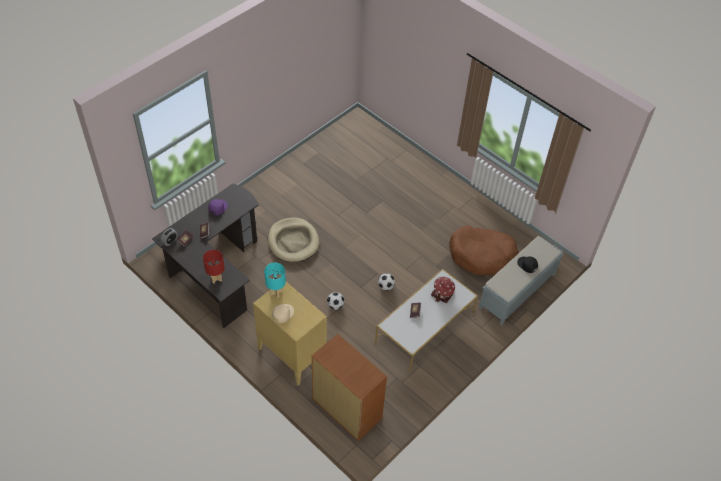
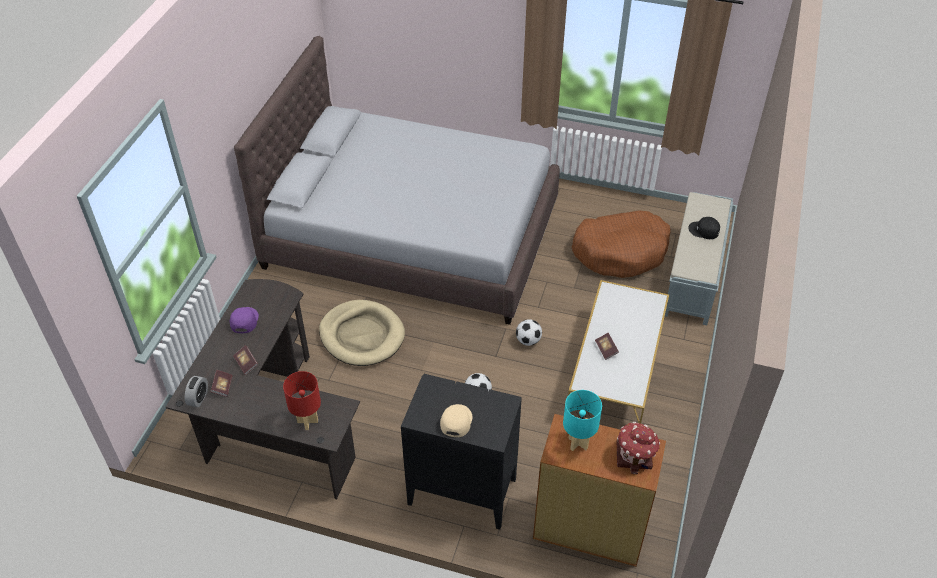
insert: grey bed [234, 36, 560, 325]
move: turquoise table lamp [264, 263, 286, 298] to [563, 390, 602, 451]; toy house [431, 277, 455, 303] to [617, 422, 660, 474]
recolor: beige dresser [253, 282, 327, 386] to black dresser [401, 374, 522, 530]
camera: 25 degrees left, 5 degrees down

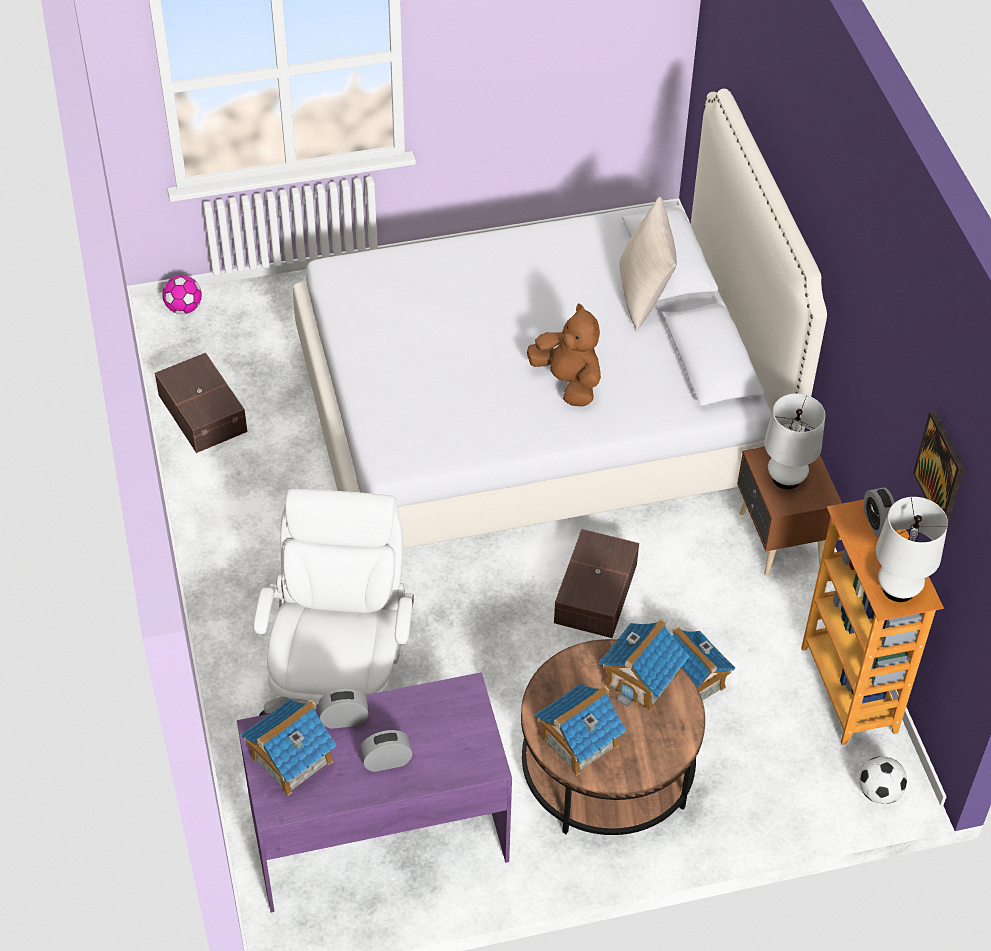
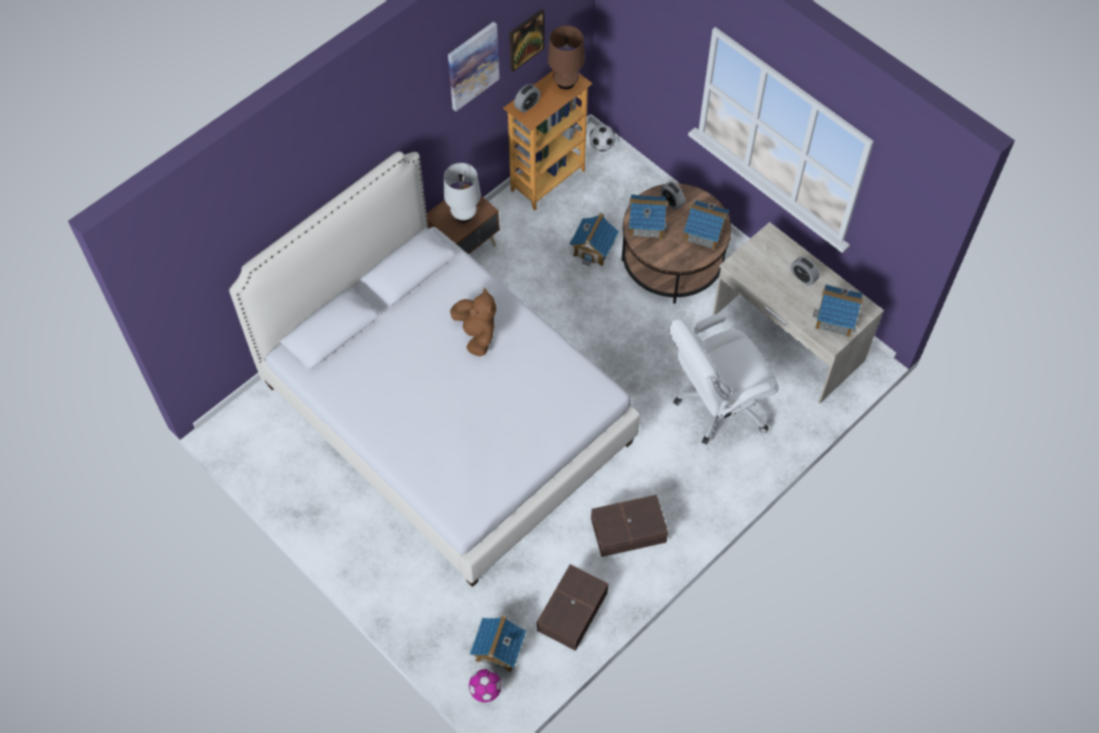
delete: beige pillow [620, 197, 677, 332]
insert: picture [448, 21, 499, 111]; toy house [470, 615, 526, 672]
move: alarm clock [318, 689, 369, 729] to [660, 181, 685, 210]; brown storage box [554, 529, 639, 638] to [591, 494, 668, 557]
recolor: purple desk [237, 672, 512, 912] to beige desk [712, 222, 884, 403]; white table lamp [876, 497, 948, 602] to brown table lamp [548, 26, 585, 90]
rotate: brown plush toy [527, 304, 601, 407] = [450, 288, 496, 356] 135 degrees clockwise
camera: 120 degrees left, 10 degrees up

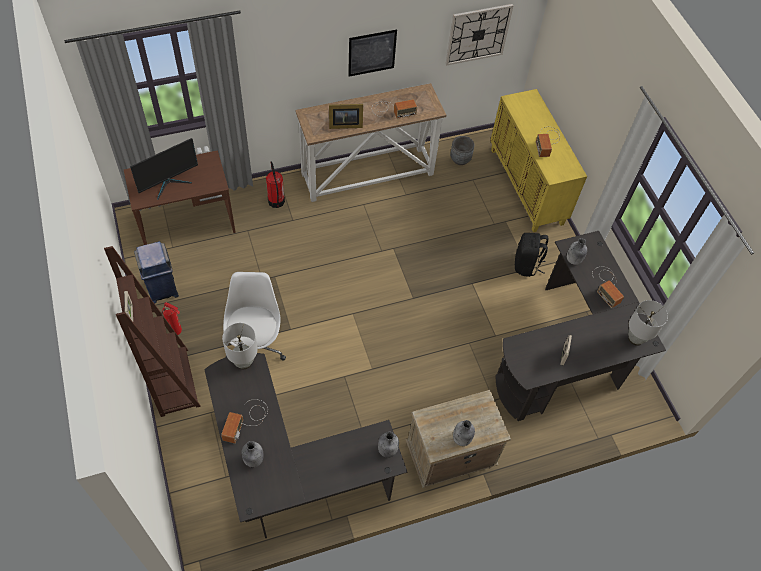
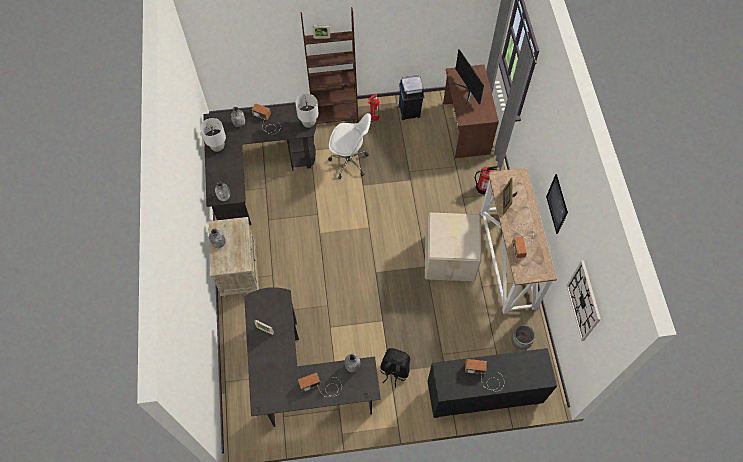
insert: cardboard box [425, 212, 482, 281]
move: white table lamp [628, 300, 668, 346] to [200, 118, 226, 153]
recolor: yellow cabinet [490, 89, 587, 232] to black cabinet [427, 348, 557, 418]
camera: 105 degrees right, 5 degrees up

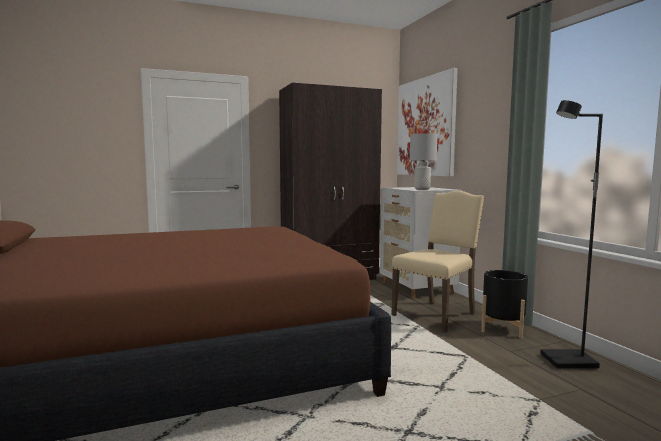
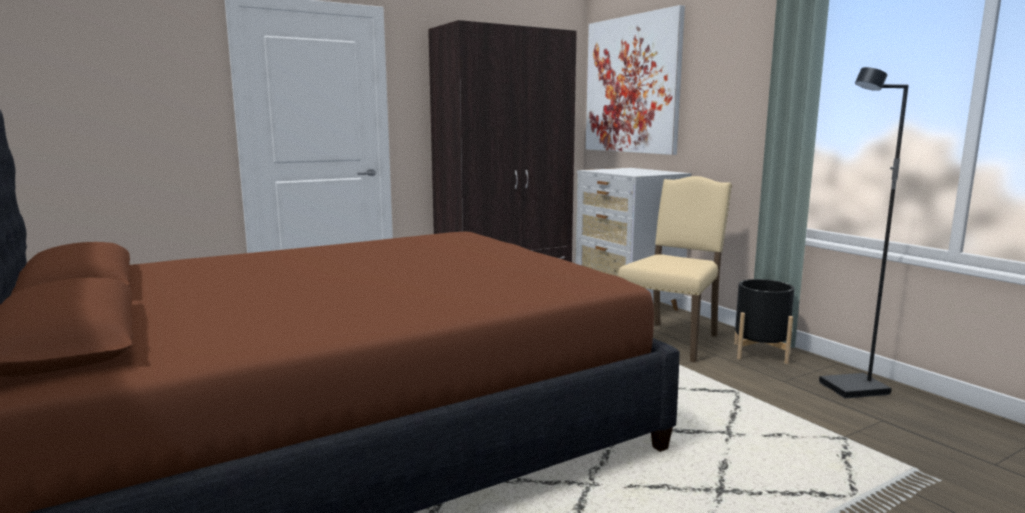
delete: grey table lamp [410, 133, 437, 190]
camera: 10 degrees left, 5 degrees up

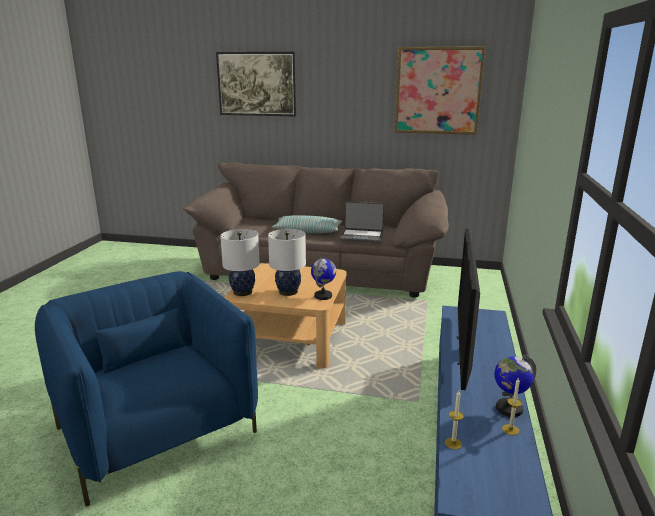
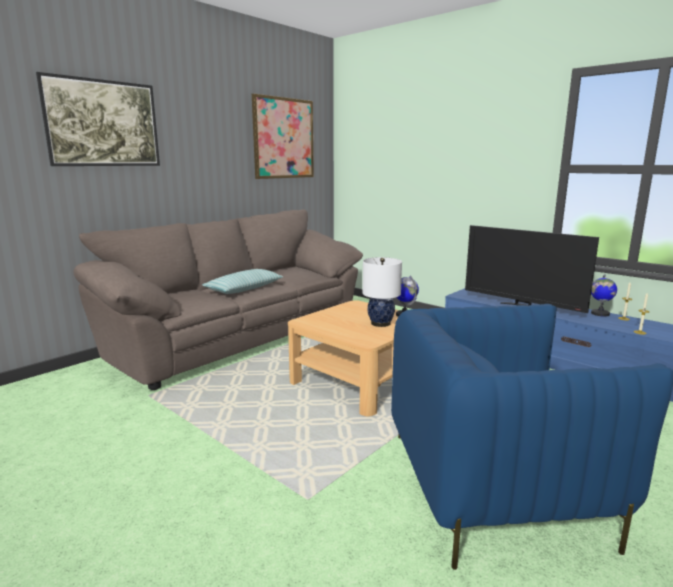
delete: white table lamp [220, 229, 260, 296]; laptop [340, 201, 384, 243]
camera: 60 degrees left, 5 degrees down

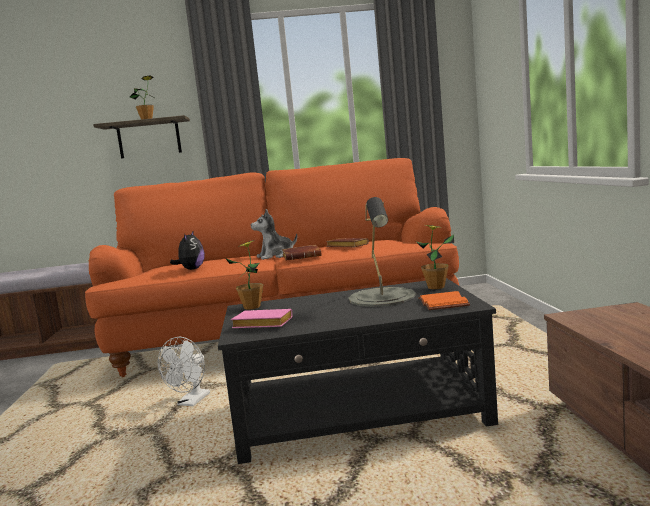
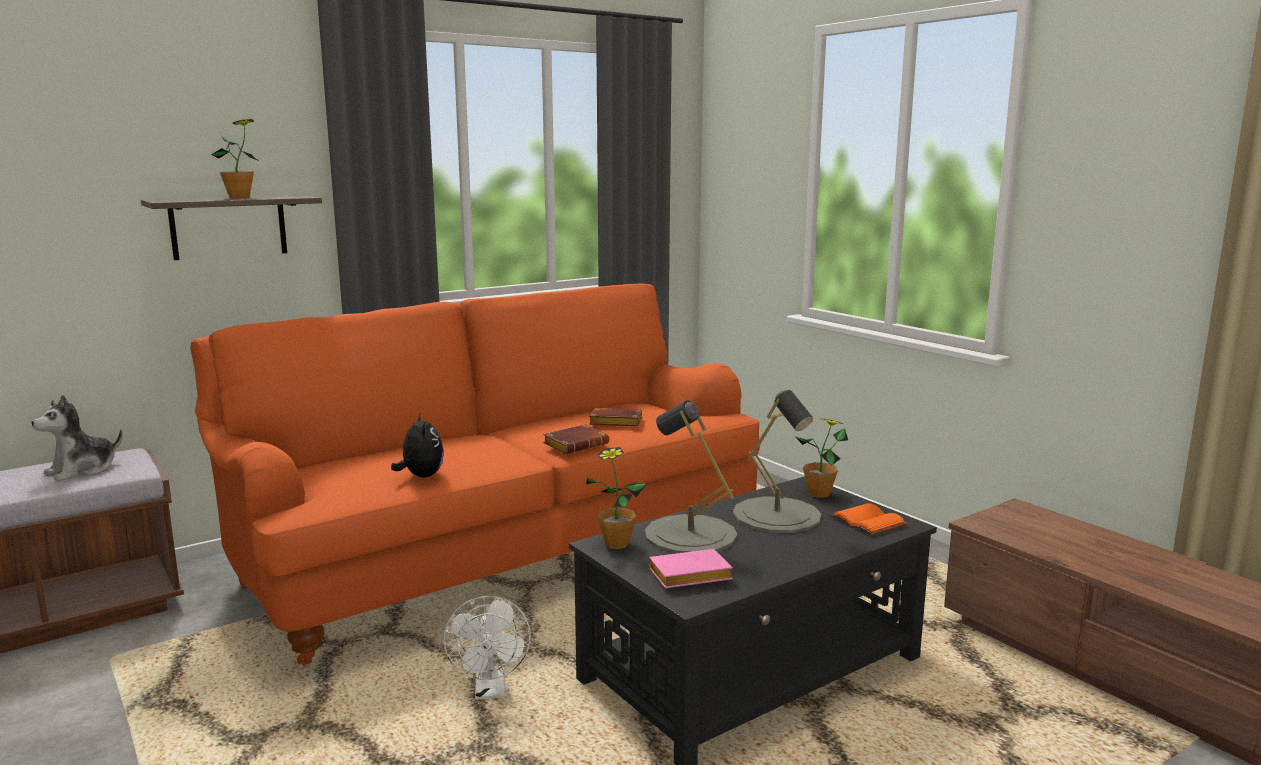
insert: grey table lamp [645, 400, 737, 553]
move: plush toy [251, 209, 297, 260] to [31, 395, 122, 481]
camera: 30 degrees left, 5 degrees up

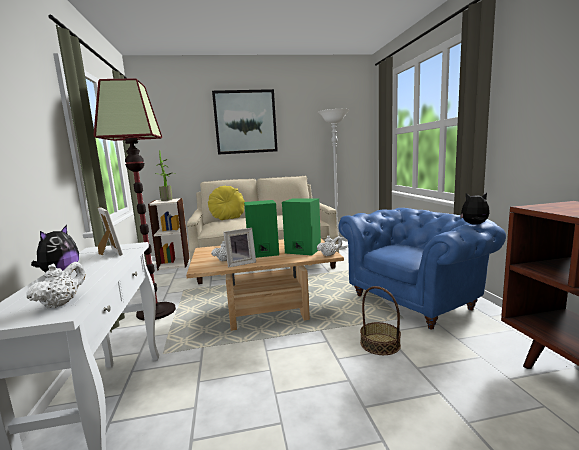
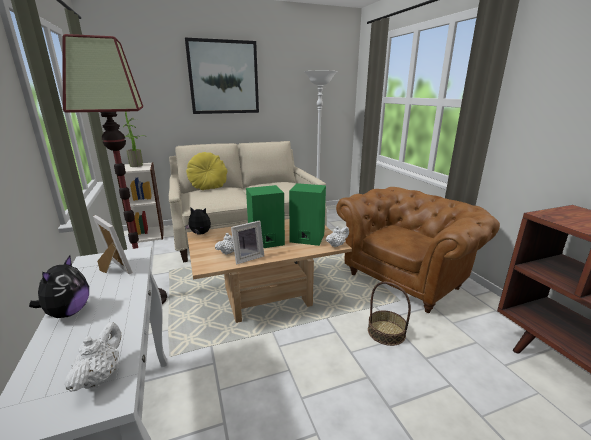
move: plush toy [460, 193, 490, 225] to [185, 207, 211, 234]
recolor: blue armchair [338, 208, 506, 330] to brown armchair [336, 187, 500, 313]
camera: 10 degrees left, 10 degrees up

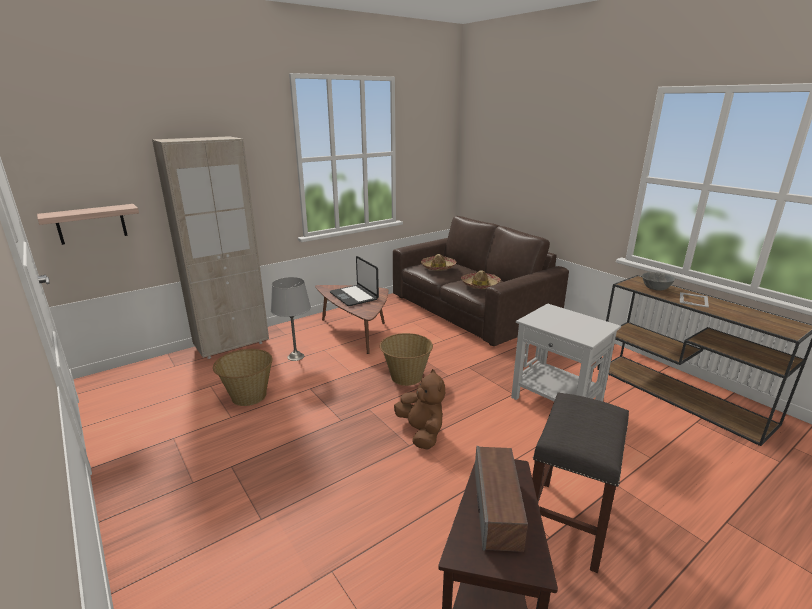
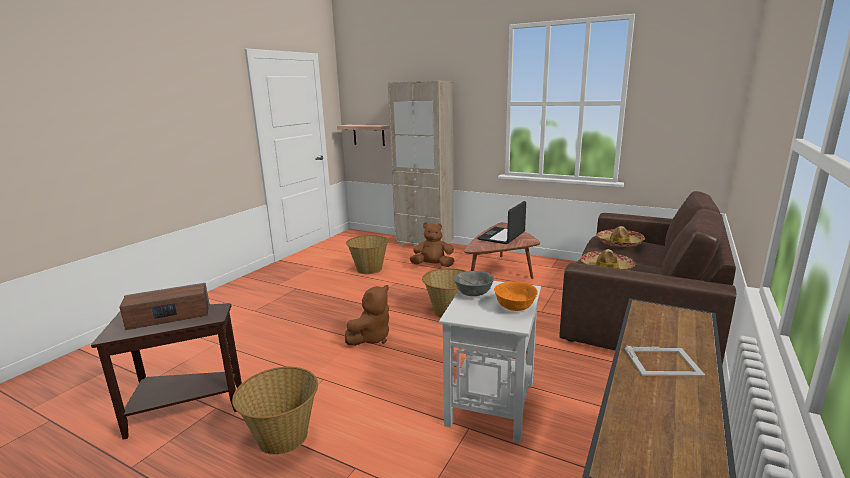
insert: orange bowl [494, 281, 538, 311]
move: grey bowl [642, 272, 675, 291] to [454, 271, 494, 296]
replace: grey table lamp [271, 277, 311, 361] to brown plush toy [410, 222, 454, 267]; grey stool [532, 393, 629, 573] to basket [232, 367, 318, 455]
camera: 65 degrees right, 5 degrees down

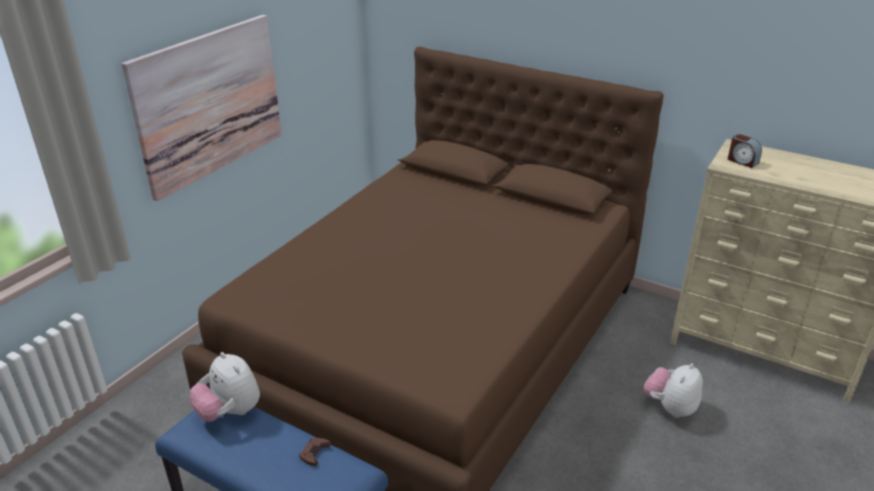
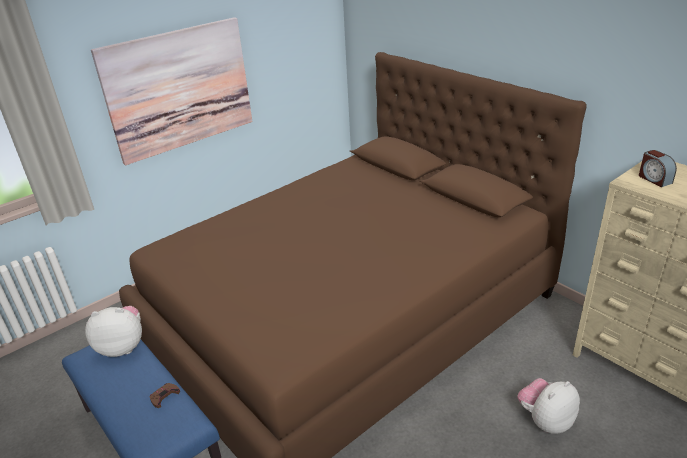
rotate: plush toy [190, 352, 260, 422] = [85, 306, 142, 357] 105 degrees clockwise
camera: 20 degrees right, 0 degrees up

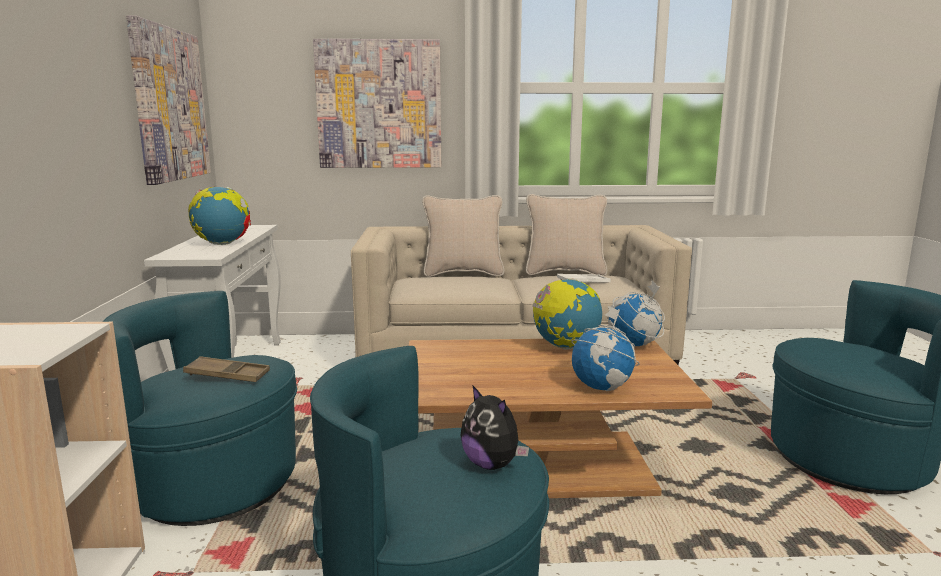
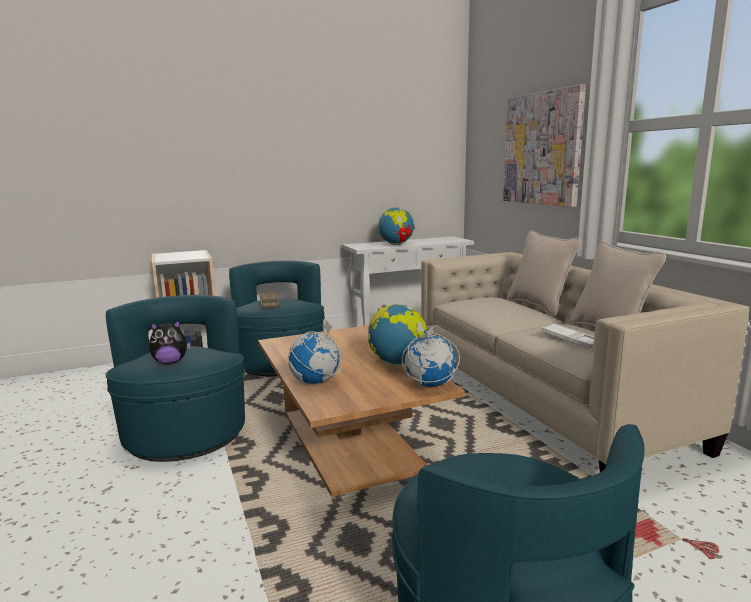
delete: picture [126, 15, 211, 185]
rotate: plush toy [460, 385, 529, 470] = [149, 320, 191, 364] 135 degrees counterclockwise
camera: 70 degrees right, 0 degrees up

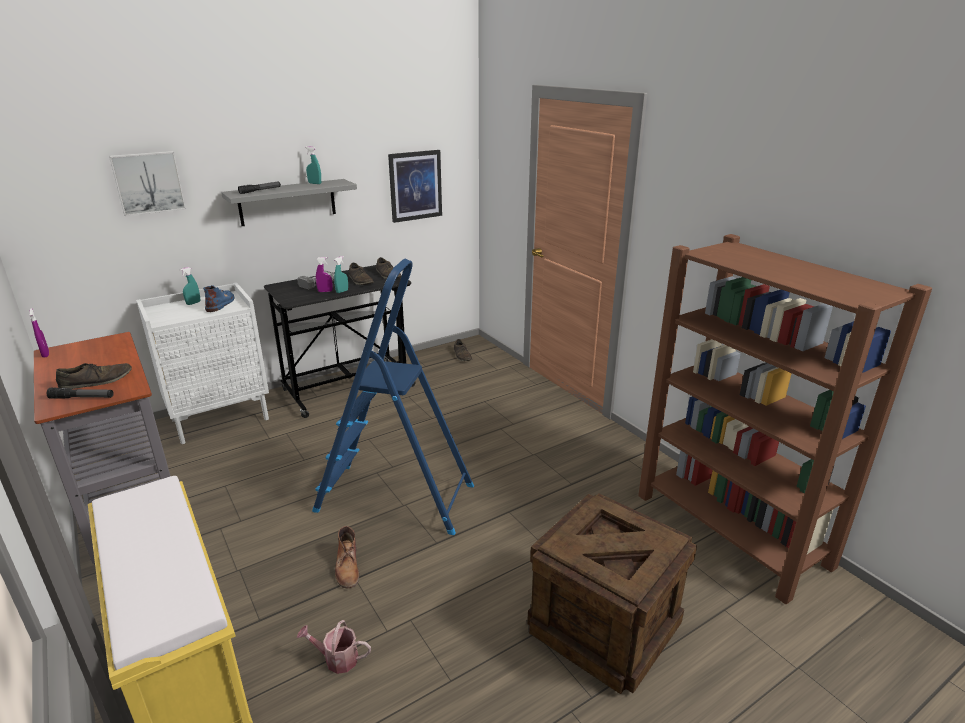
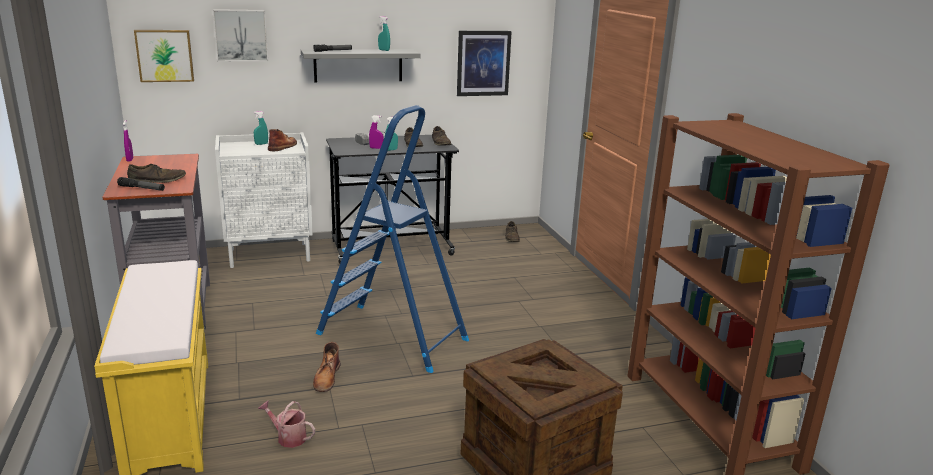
insert: picture [134, 30, 194, 82]
recolor: blue boot [203, 285, 234, 312] to brown boot [268, 129, 297, 151]
camera: 15 degrees right, 5 degrees down

